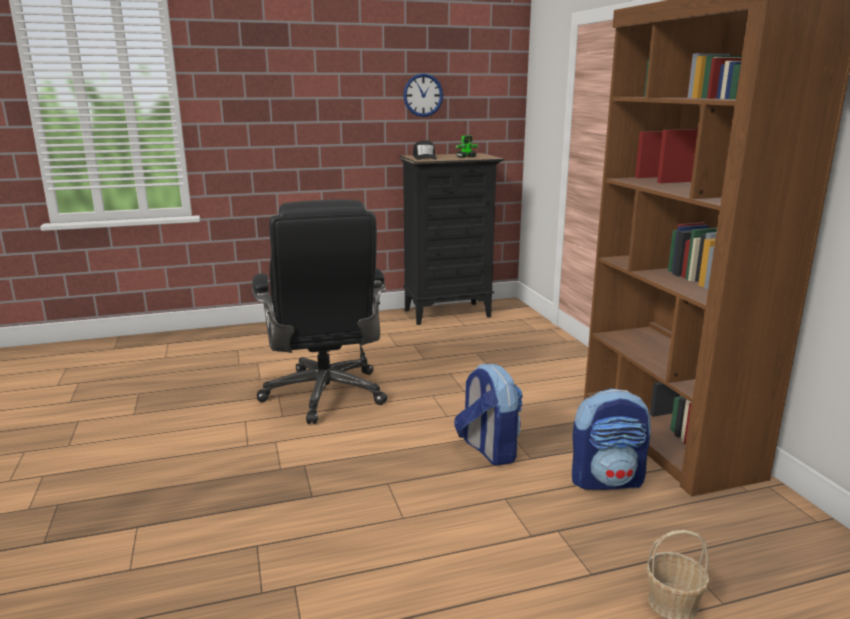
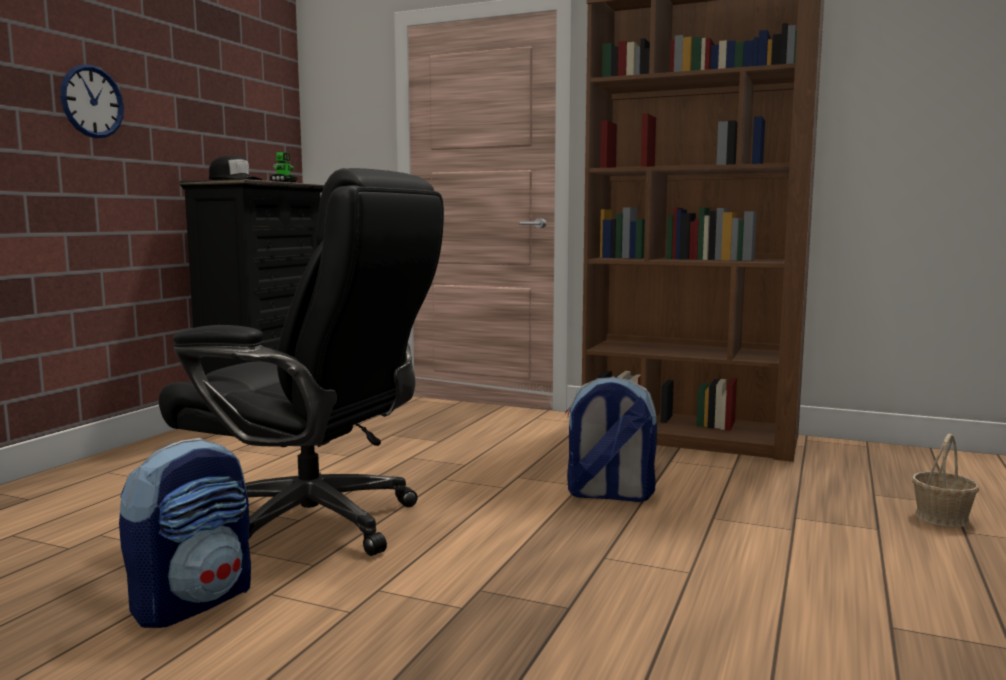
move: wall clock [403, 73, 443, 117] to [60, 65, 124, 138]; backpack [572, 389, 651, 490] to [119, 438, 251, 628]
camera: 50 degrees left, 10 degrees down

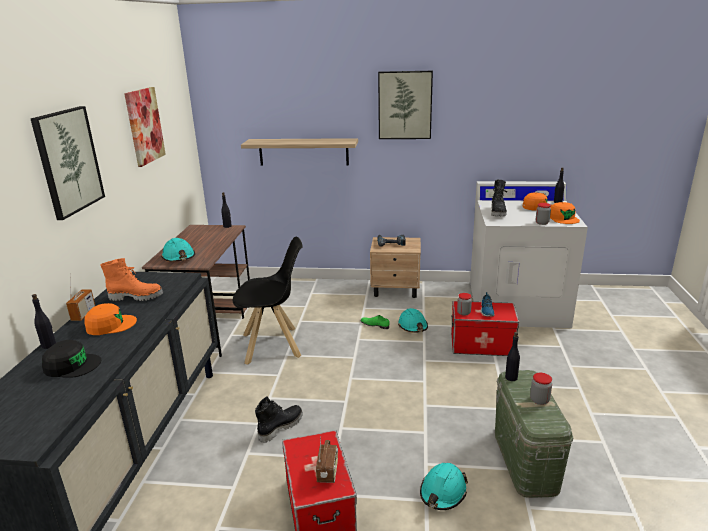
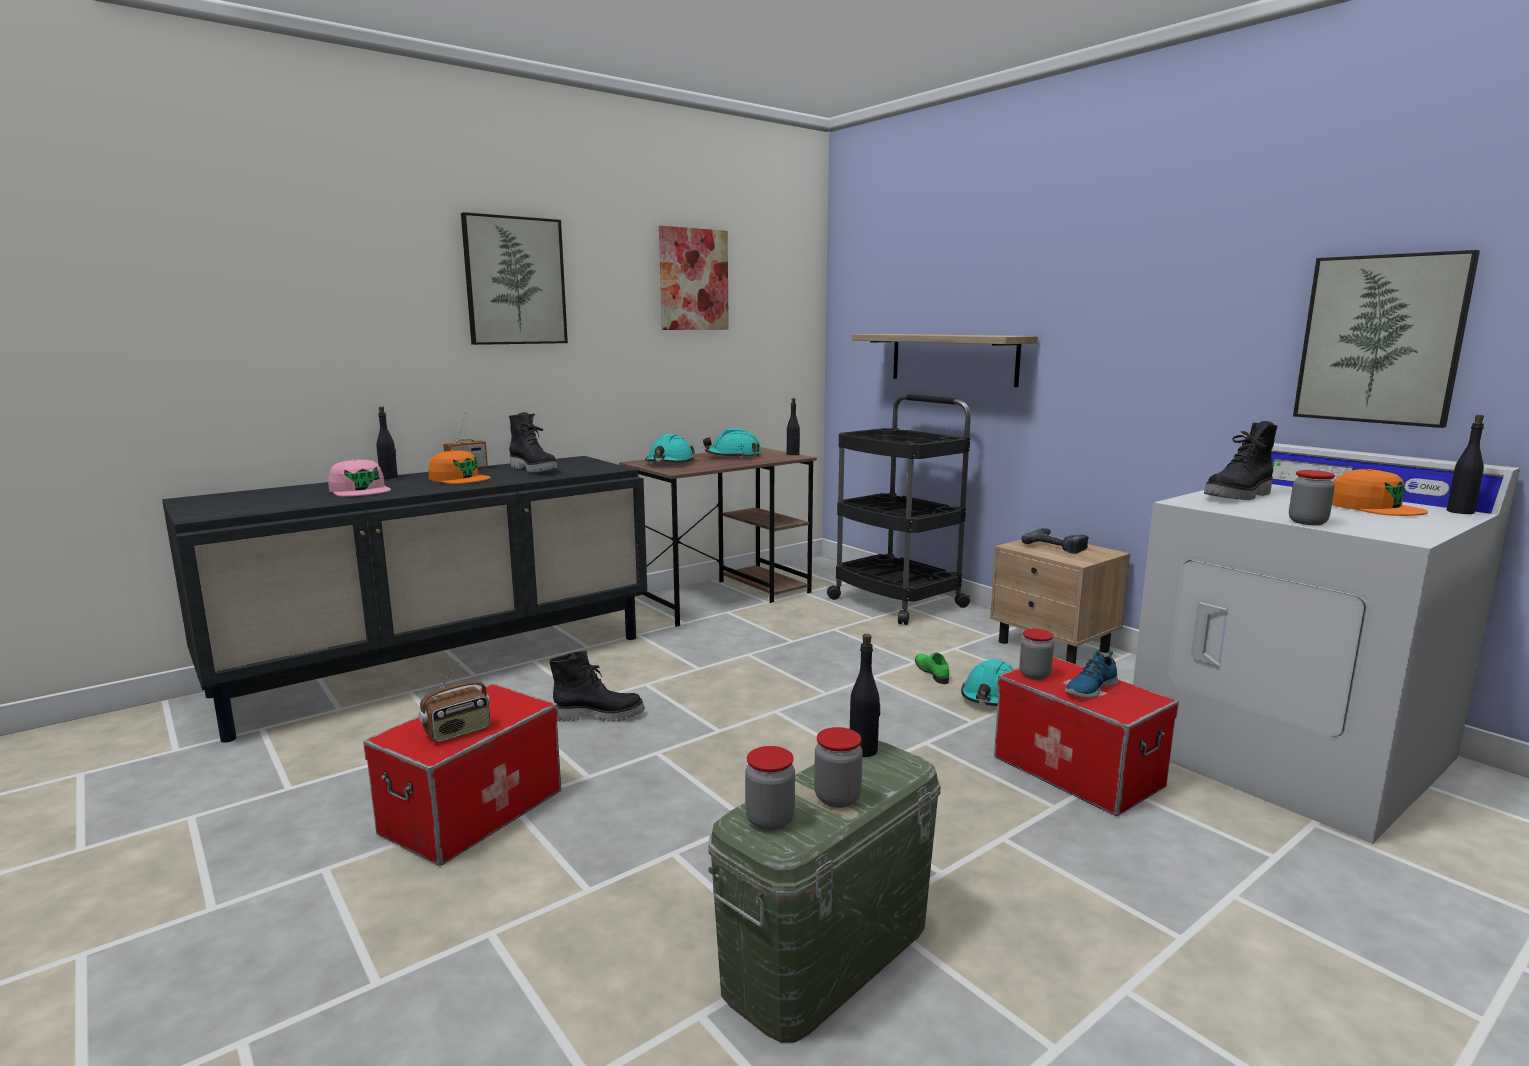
delete: black chair [233, 237, 302, 365]; orange cap [550, 202, 580, 224]
insert: jar [745, 746, 795, 831]; black cart [827, 394, 971, 625]
move: picture [378, 71, 433, 139] to [1293, 250, 1480, 428]; turquoise hard hat [420, 463, 468, 510] to [703, 428, 761, 458]
recolor: black cap [42, 340, 101, 378] to pink cap [328, 459, 391, 497]; orange boot [100, 258, 164, 301] to black boot [509, 412, 558, 473]
camera: 45 degrees right, 10 degrees down

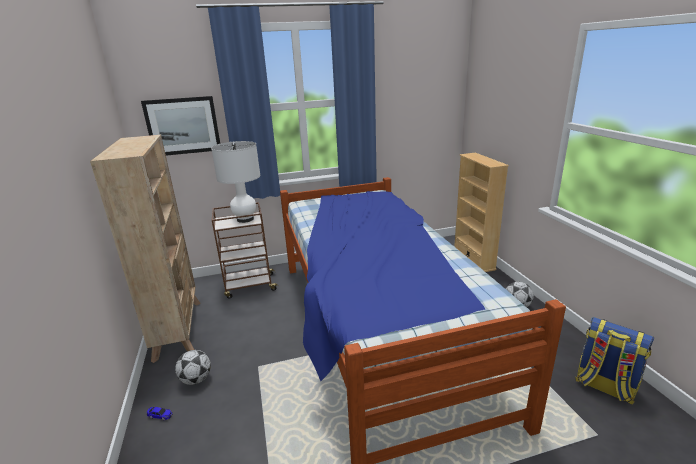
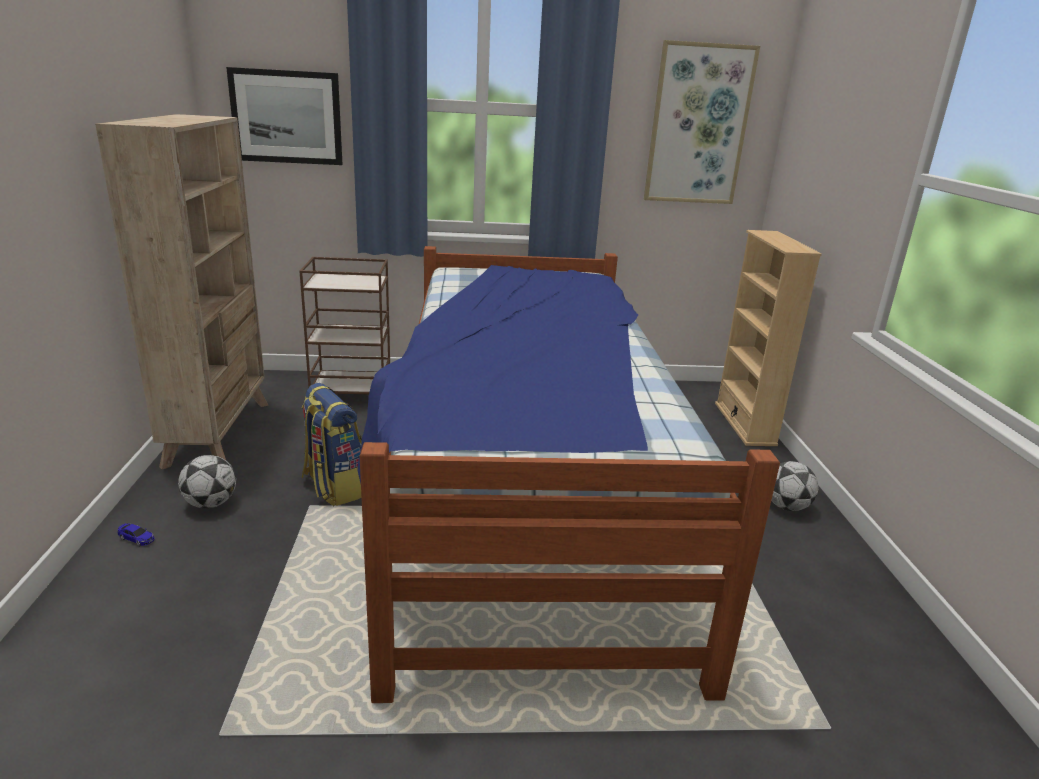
delete: white table lamp [211, 141, 260, 223]
insert: picture [644, 40, 760, 204]
move: backpack [575, 317, 655, 405] to [302, 383, 362, 506]
camera: 10 degrees right, 0 degrees up

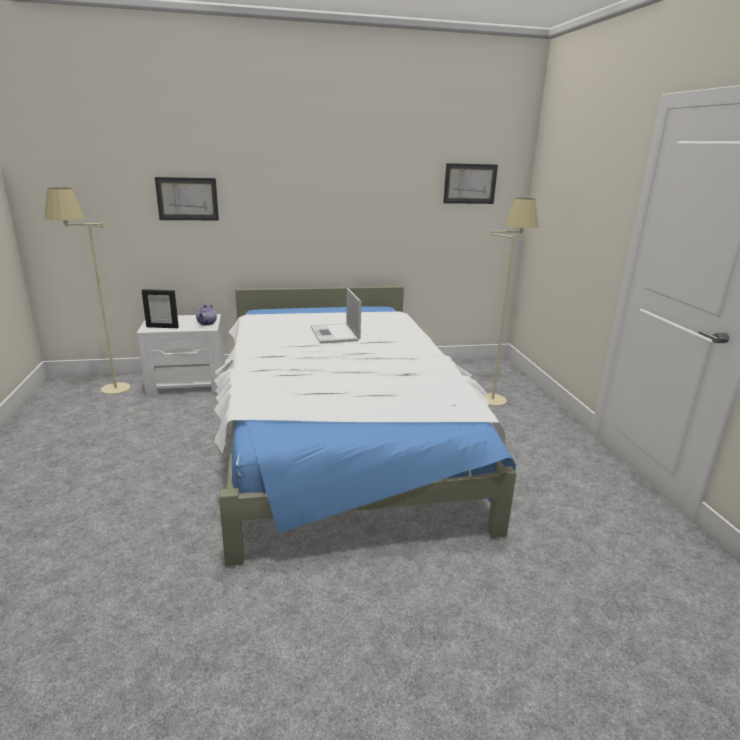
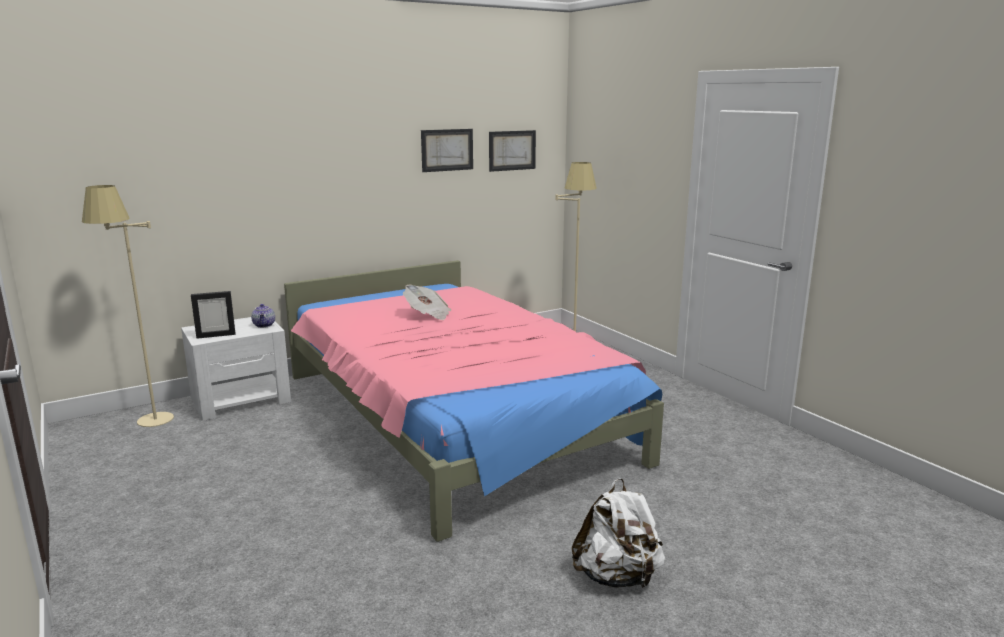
insert: white backpack [572, 478, 665, 589]
move: picture [155, 177, 219, 220] to [421, 129, 473, 172]
replace: laptop [311, 288, 361, 344] to newspaper [403, 285, 451, 320]
recolor: white bed [214, 286, 517, 566] to pink bed [284, 260, 664, 542]
camera: 20 degrees left, 5 degrees down

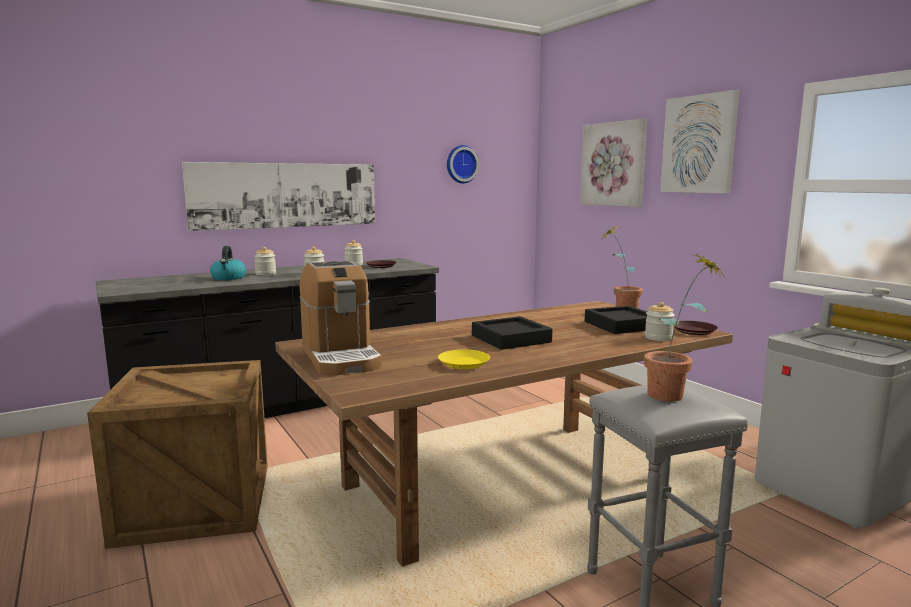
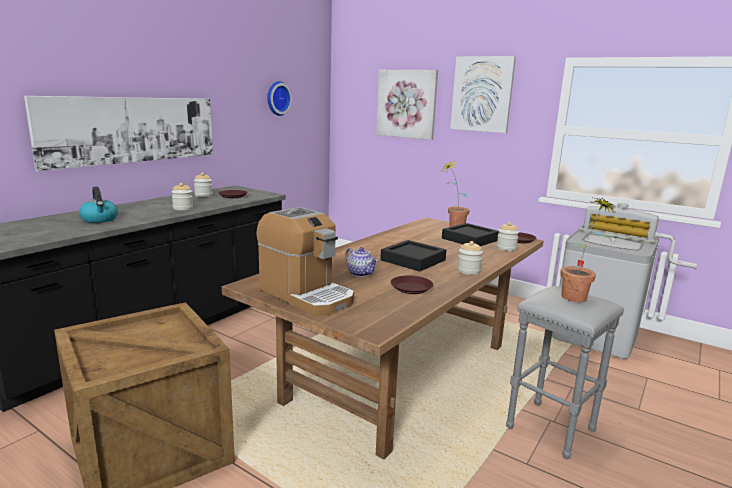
insert: teapot [345, 247, 378, 277]
move: jar [254, 247, 276, 275] to [457, 241, 483, 275]
recolor: yellow plate [438, 350, 490, 369] to brown plate [391, 275, 433, 294]
camera: 25 degrees left, 5 degrees up

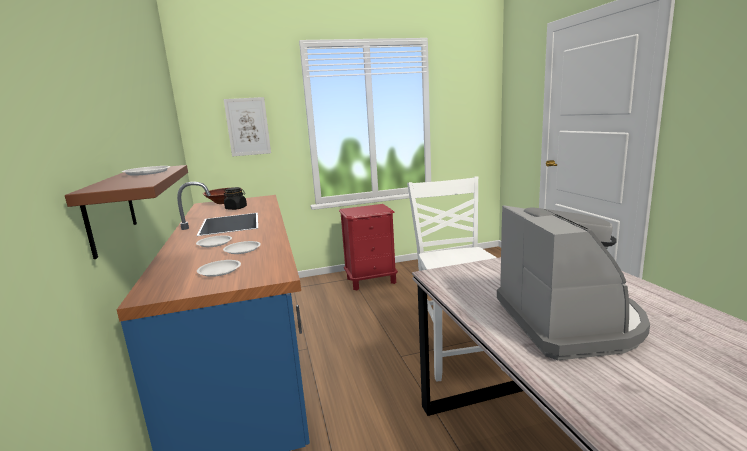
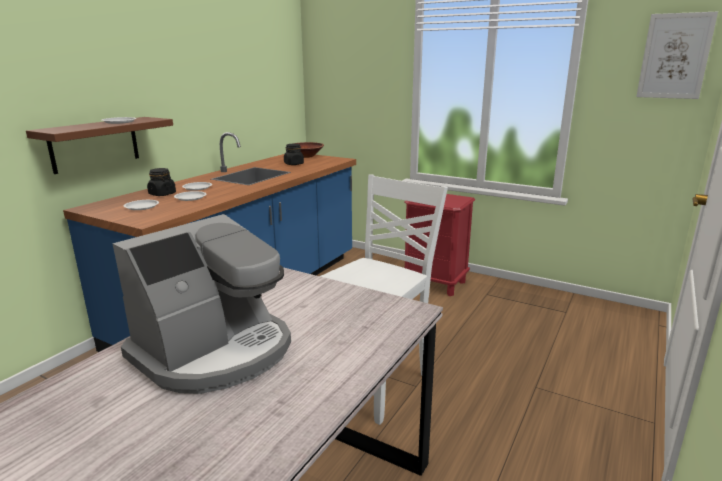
insert: black jar [147, 168, 176, 196]
move: picture [224, 97, 271, 157] to [636, 12, 718, 99]
camera: 45 degrees right, 5 degrees up

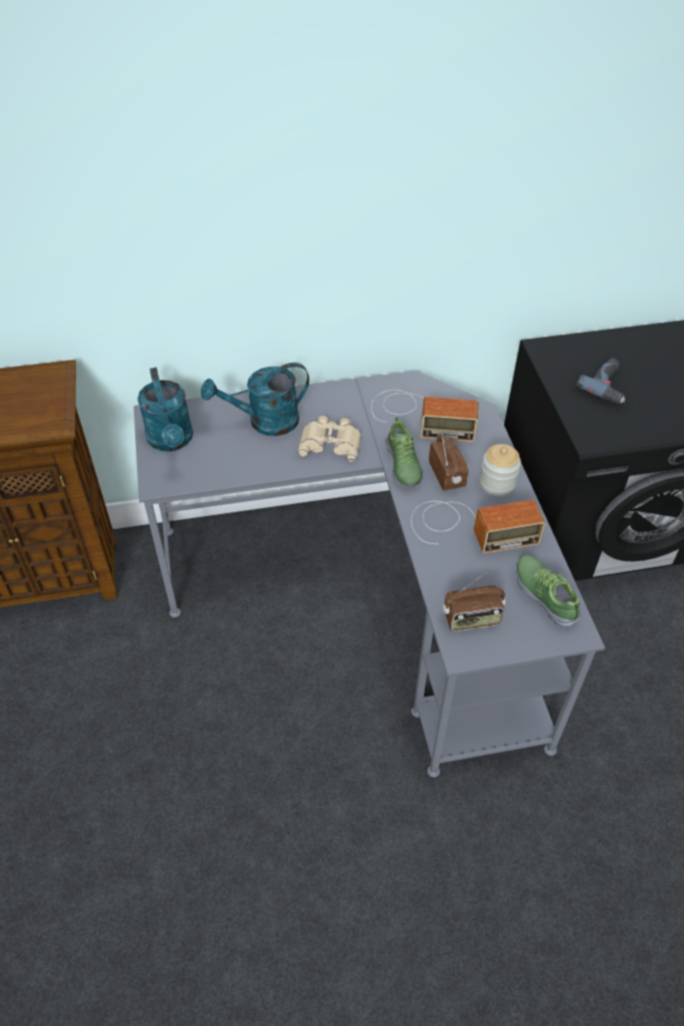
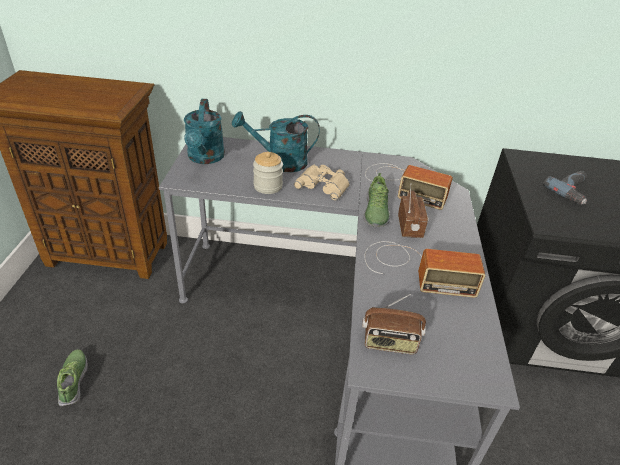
move: jar [480, 444, 521, 496] to [253, 152, 283, 194]; shoe [516, 555, 581, 628] to [57, 349, 88, 406]
camera: 15 degrees right, 10 degrees down

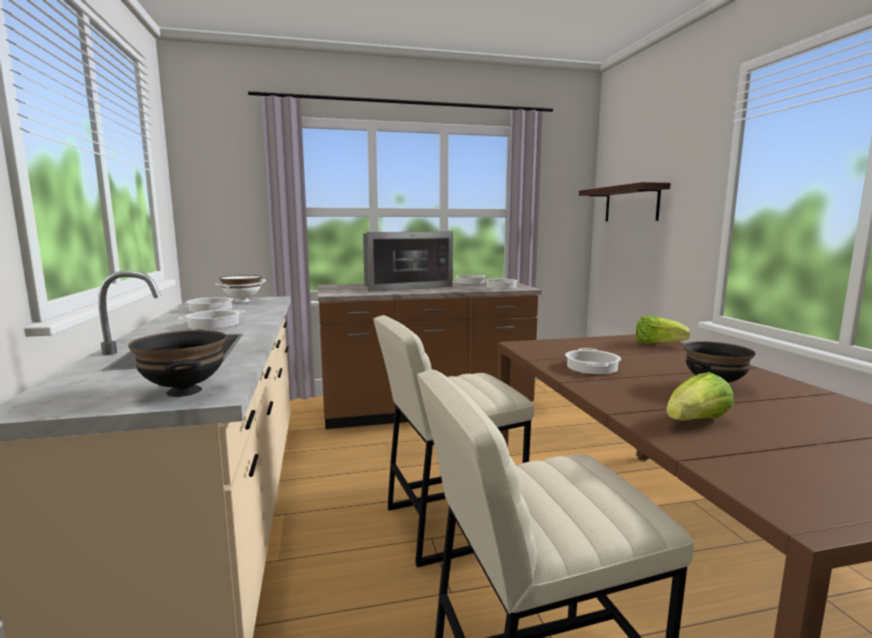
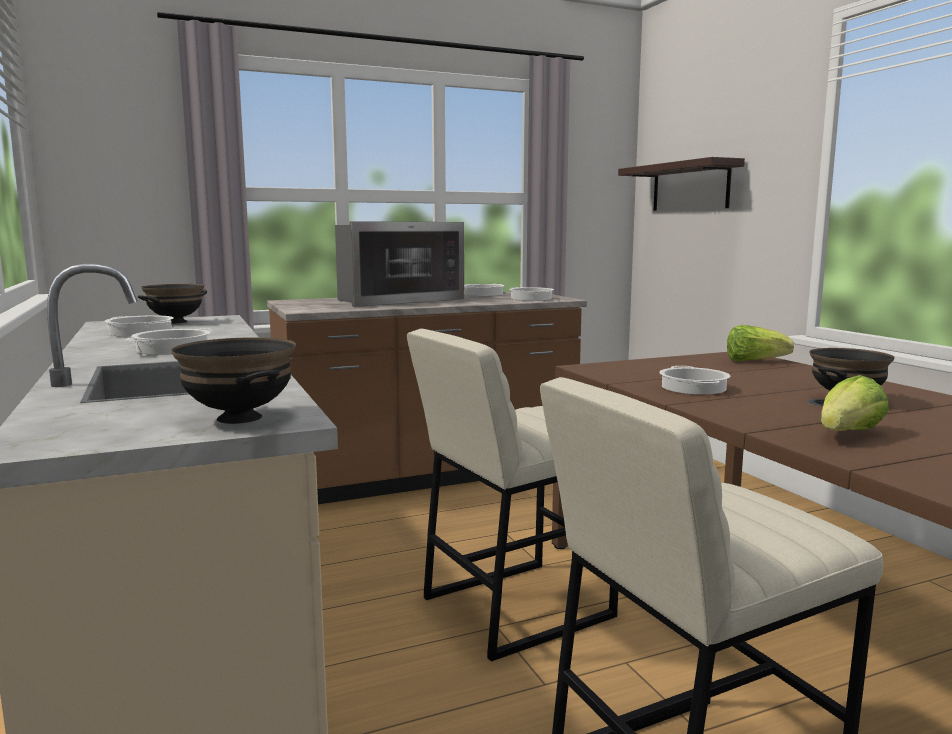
recolor: white bowl [215, 275, 266, 303] to black bowl [138, 284, 207, 324]
camera: 10 degrees left, 0 degrees up

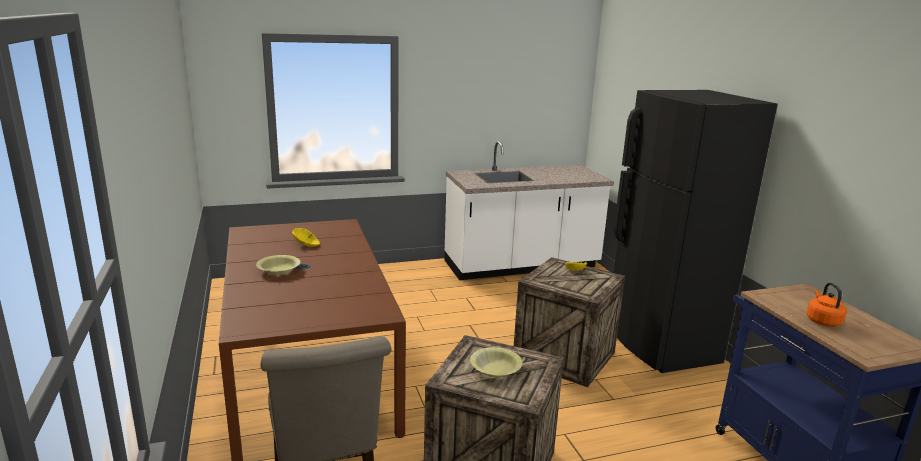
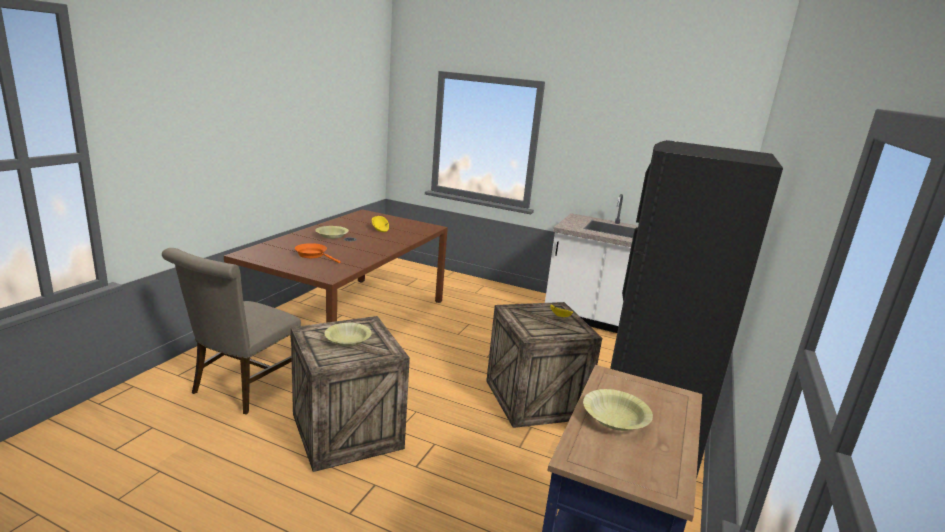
insert: orange frying pan [295, 243, 341, 263]
replace: orange kettle [807, 283, 847, 327] to yellow bowl [583, 389, 653, 431]
camera: 40 degrees right, 0 degrees up

